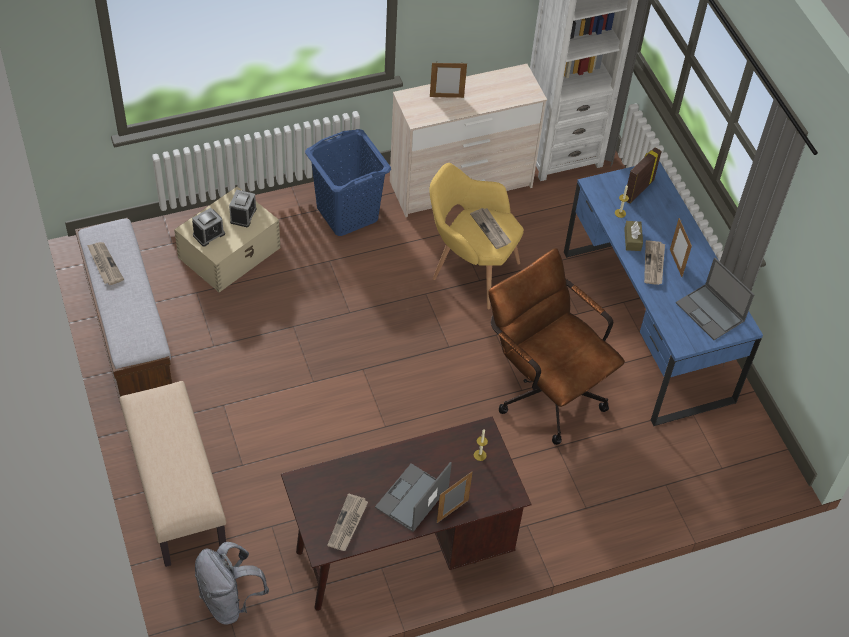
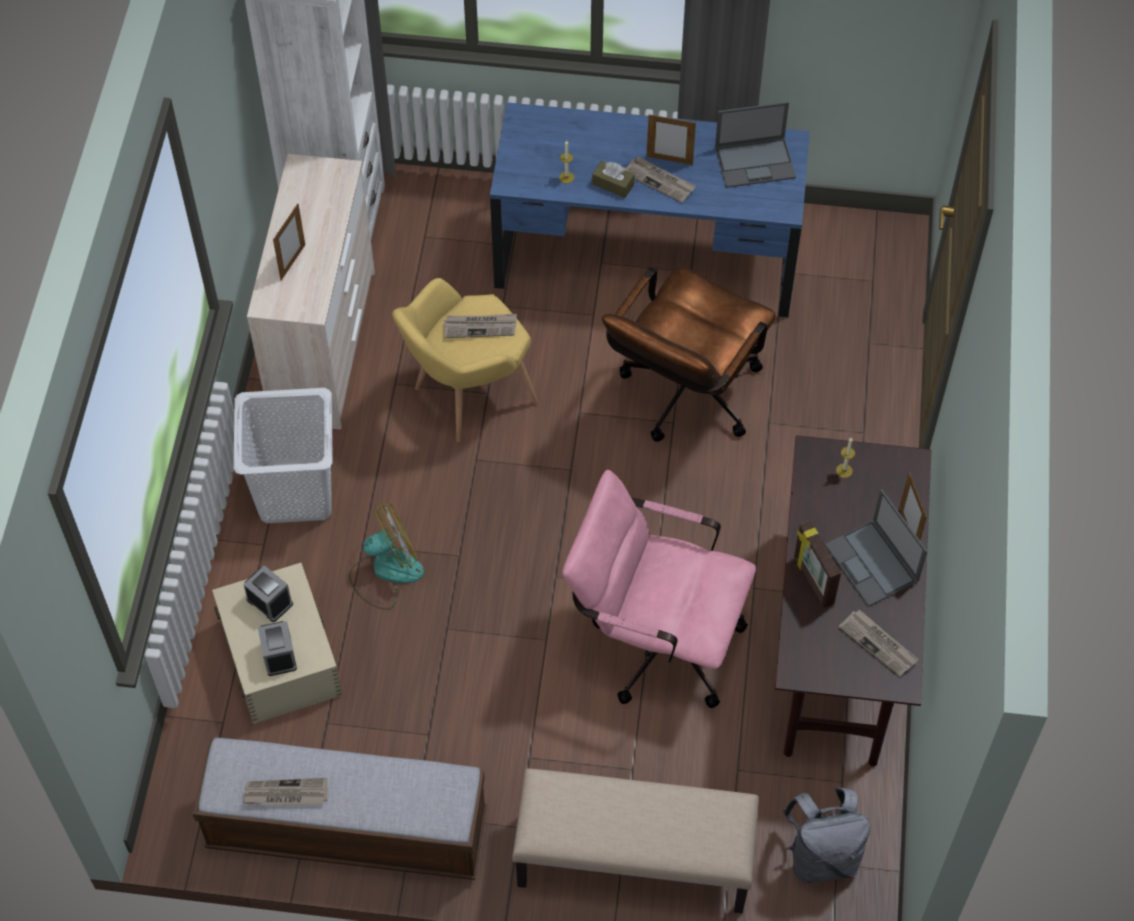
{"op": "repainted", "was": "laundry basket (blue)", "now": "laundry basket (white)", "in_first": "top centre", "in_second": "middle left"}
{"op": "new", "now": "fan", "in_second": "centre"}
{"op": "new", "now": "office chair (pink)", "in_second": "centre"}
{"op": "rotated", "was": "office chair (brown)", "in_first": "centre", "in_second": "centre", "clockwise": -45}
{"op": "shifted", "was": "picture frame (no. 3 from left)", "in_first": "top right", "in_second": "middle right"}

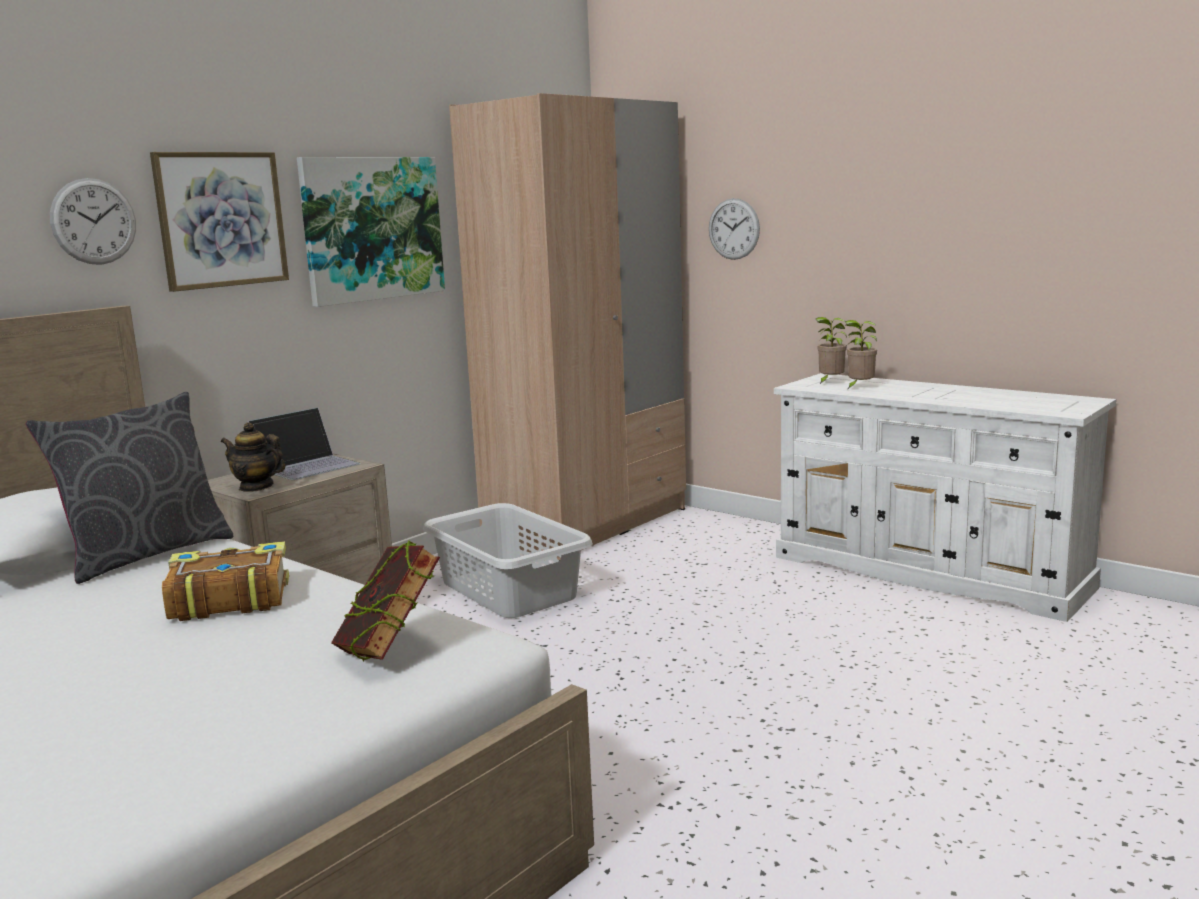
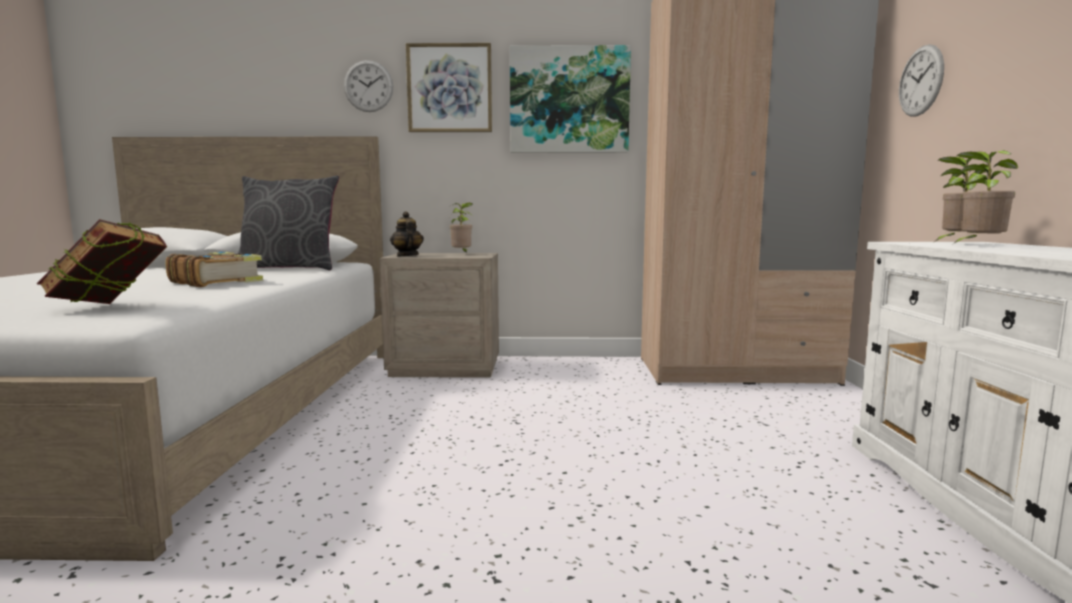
{"op": "swapped", "was": "laptop", "now": "potted plant (no. 1 from left)", "in_first": "middle left", "in_second": "centre"}
{"op": "gone", "was": "laundry basket (grey)", "in_first": "centre"}

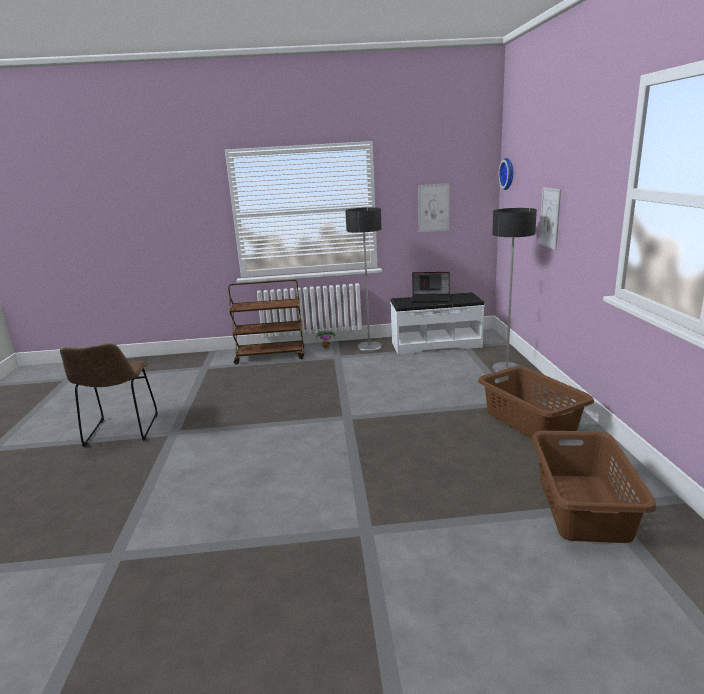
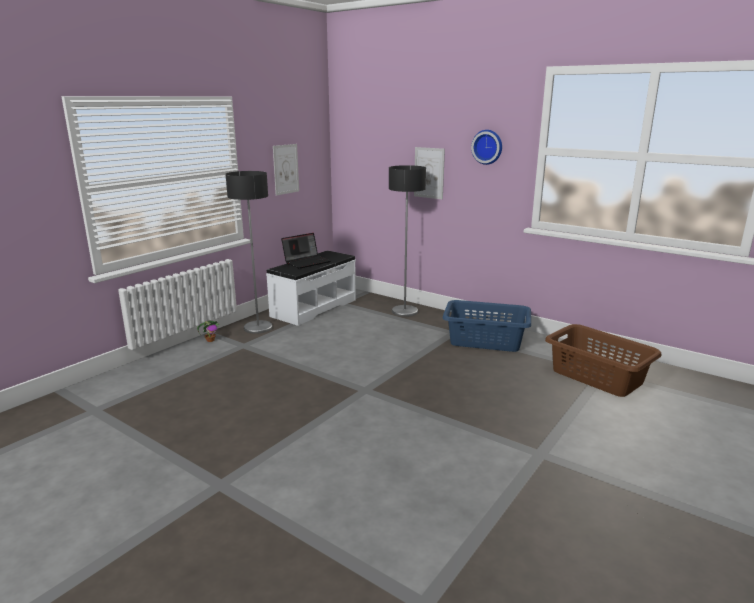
{"op": "repainted", "was": "laundry basket (brown) (no. 1 from left)", "now": "laundry basket (blue)", "in_first": "middle right", "in_second": "centre"}
{"op": "shifted", "was": "wall clock", "in_first": "top right", "in_second": "top centre"}
{"op": "gone", "was": "chair (brown)", "in_first": "middle left"}
{"op": "gone", "was": "cart (brown)", "in_first": "centre"}

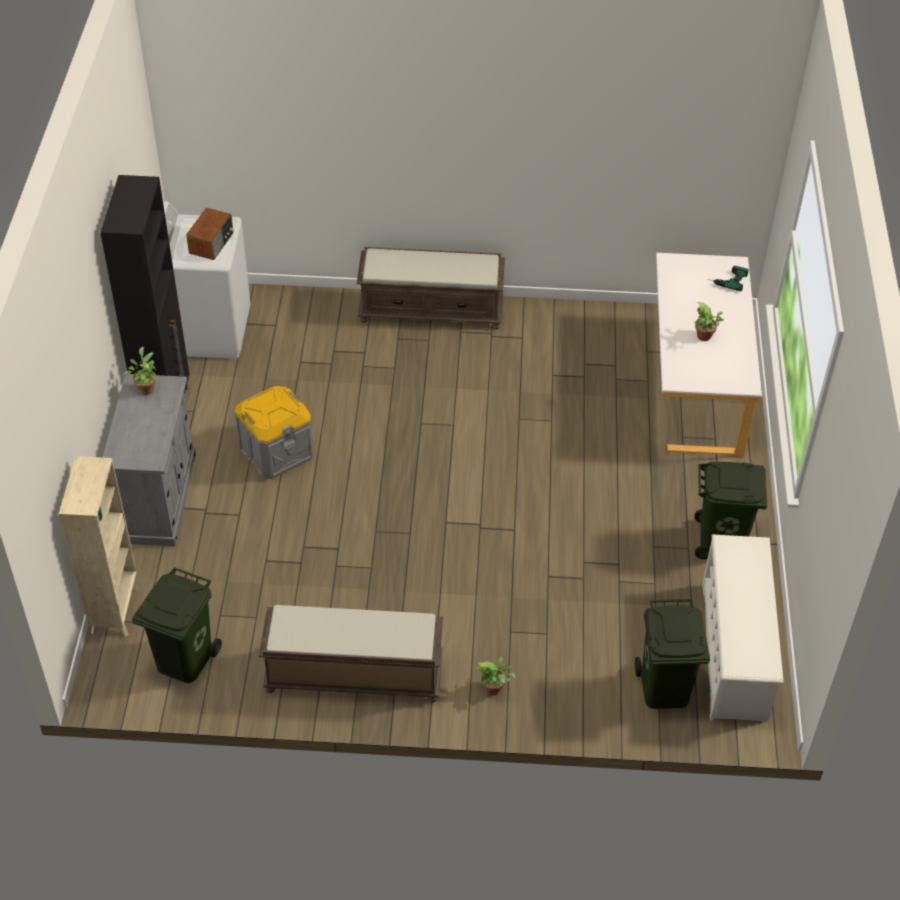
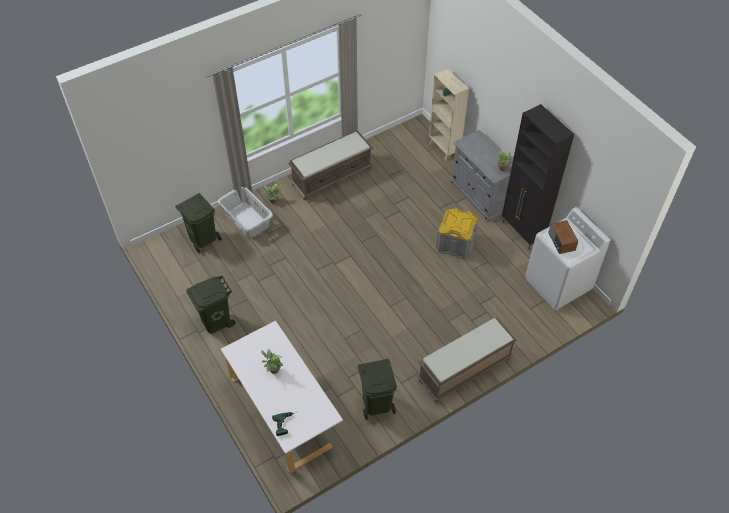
{"op": "new", "now": "laundry basket (grey)", "in_second": "centre"}
{"op": "shifted", "was": "trash can (green) (no. 1 from left in the first image)", "now": "trash can (green) (no. 3 from left)", "in_first": "bottom left", "in_second": "bottom centre"}
{"op": "gone", "was": "shoe rack (white)", "in_first": "bottom right"}

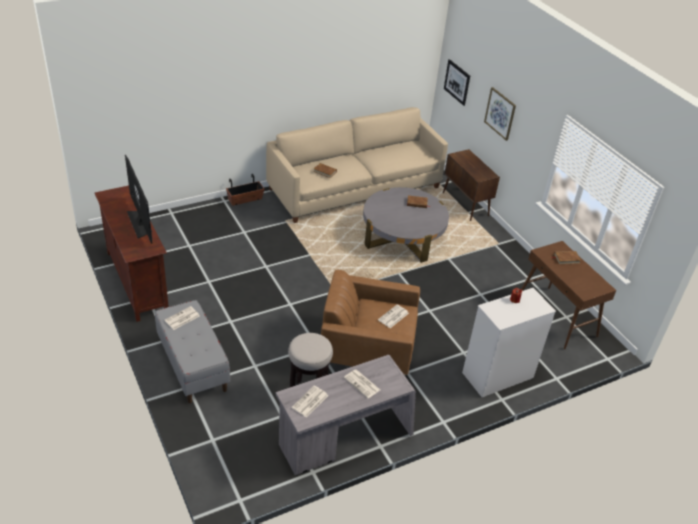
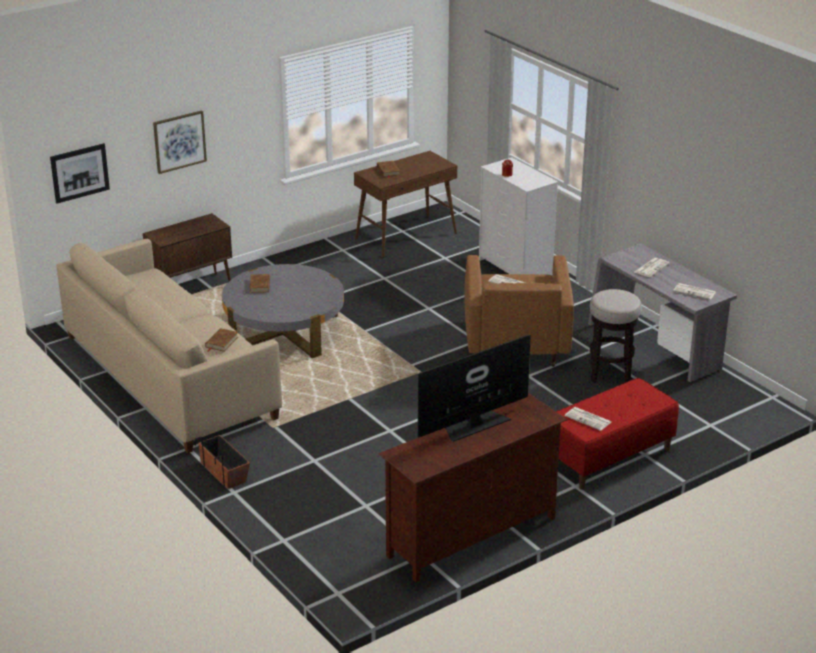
{"op": "repainted", "was": "bench (grey)", "now": "bench (red)", "in_first": "bottom left", "in_second": "middle right"}

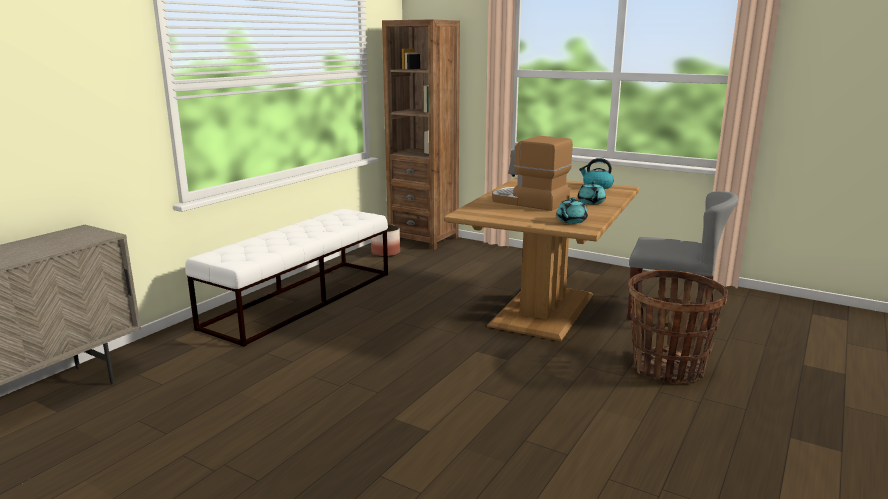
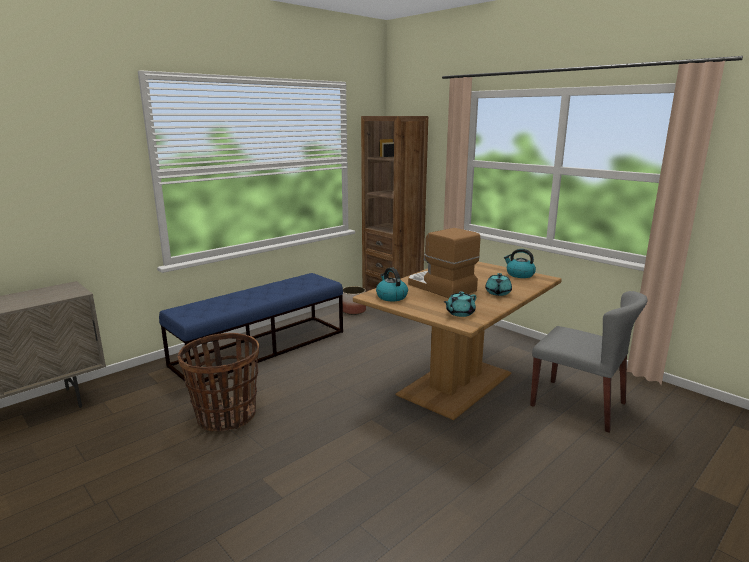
{"op": "repainted", "was": "bench (white)", "now": "bench (blue)", "in_first": "middle left", "in_second": "centre"}
{"op": "shifted", "was": "basket", "in_first": "middle right", "in_second": "bottom left"}
{"op": "new", "now": "kettle (no. 1 from left)", "in_second": "centre"}

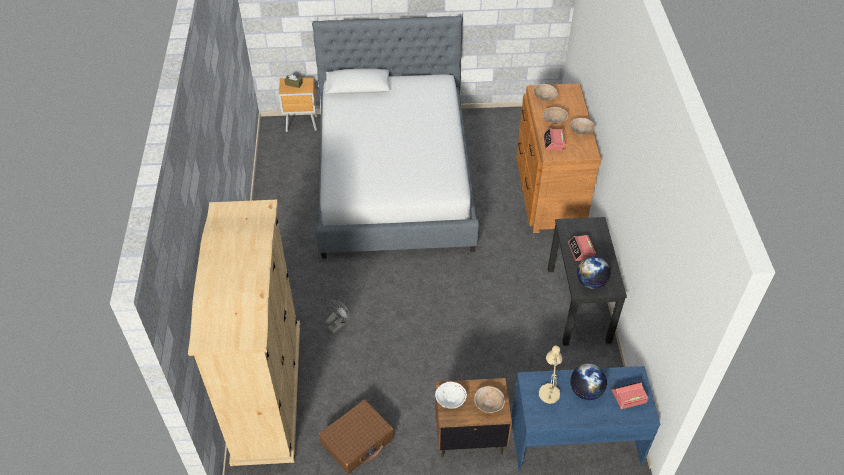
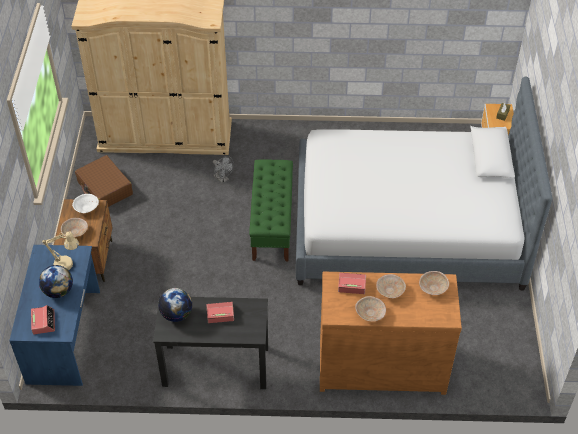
{"op": "new", "now": "bench (green)", "in_second": "centre"}

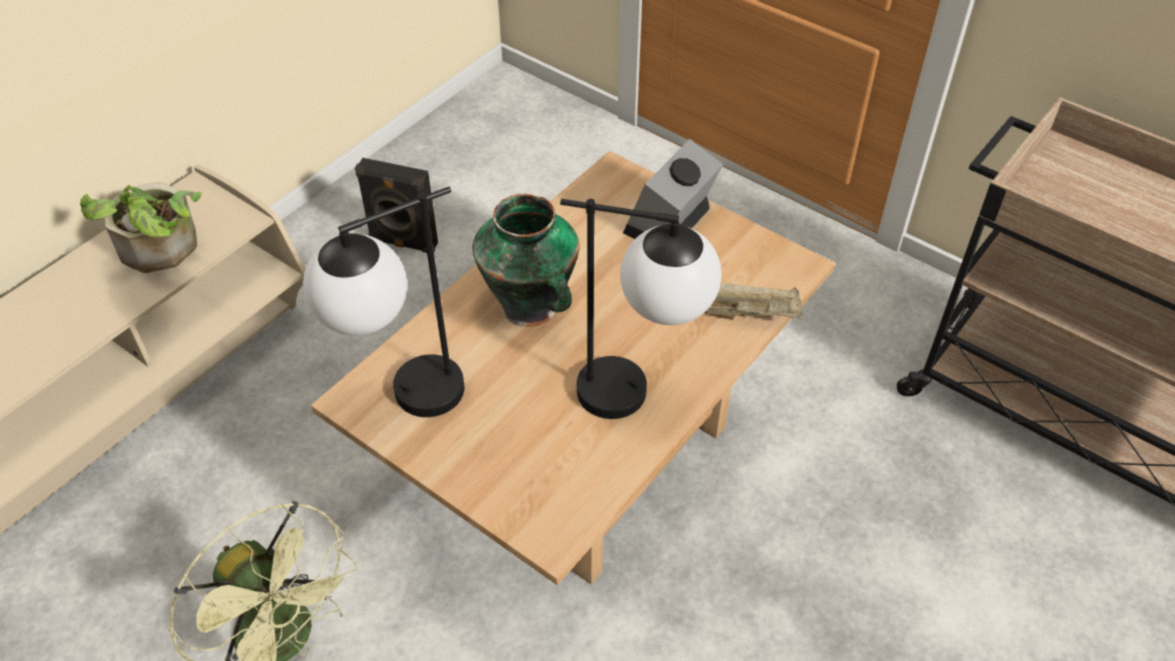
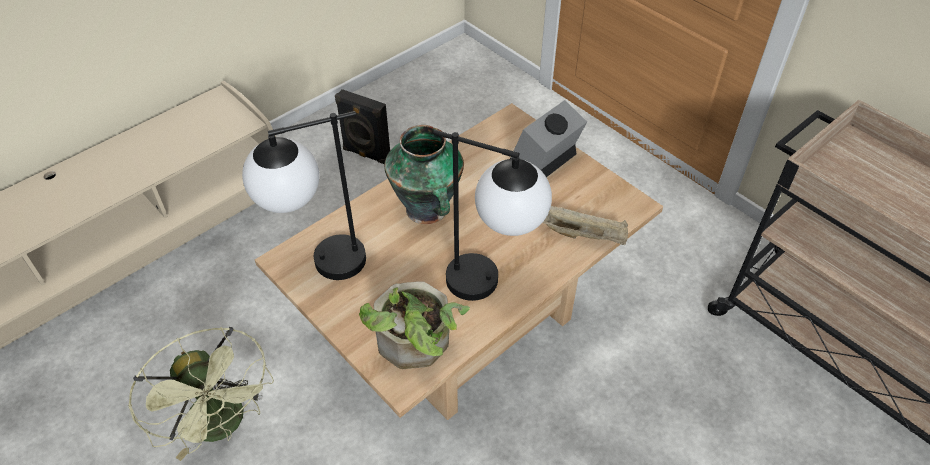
{"op": "shifted", "was": "potted plant", "in_first": "middle left", "in_second": "bottom centre"}

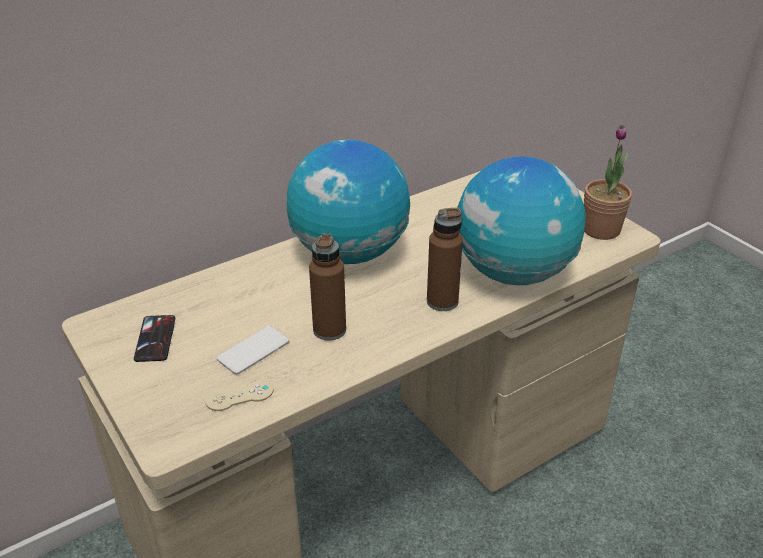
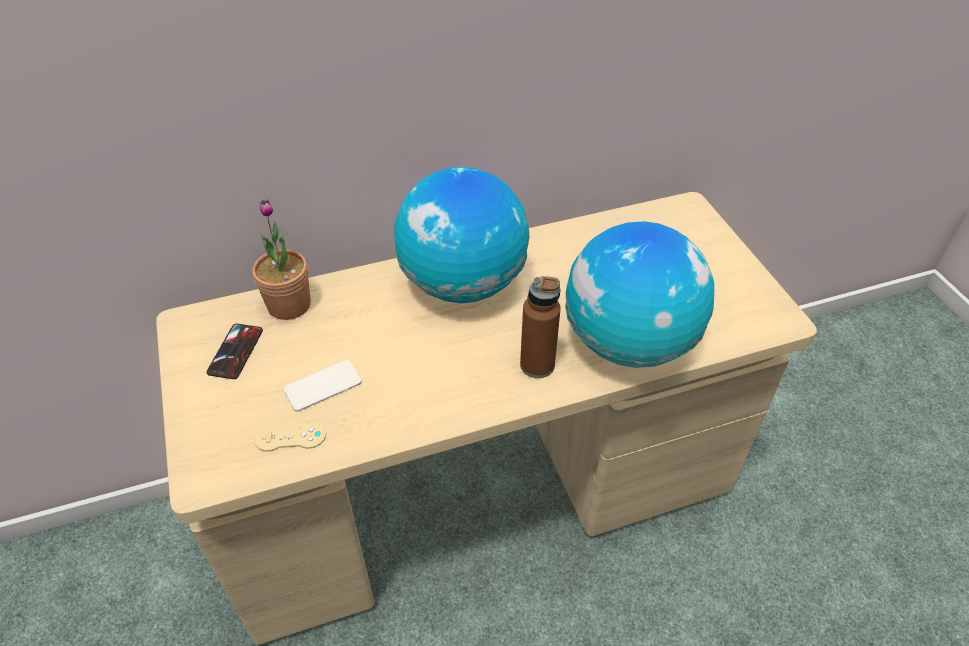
{"op": "shifted", "was": "potted plant", "in_first": "top right", "in_second": "middle left"}
{"op": "gone", "was": "bottle (brown) (no. 1 from left)", "in_first": "centre"}

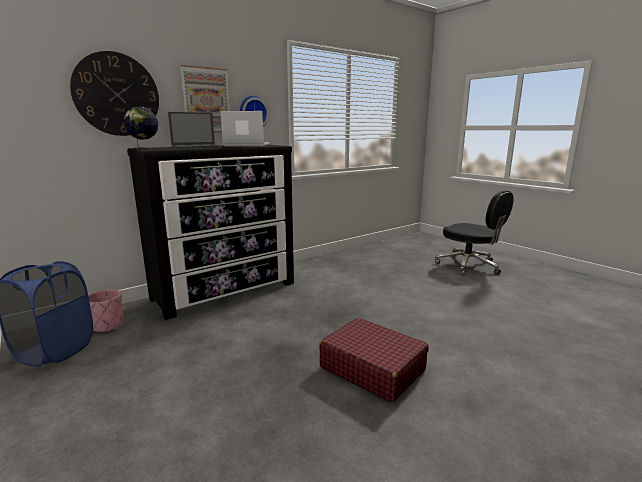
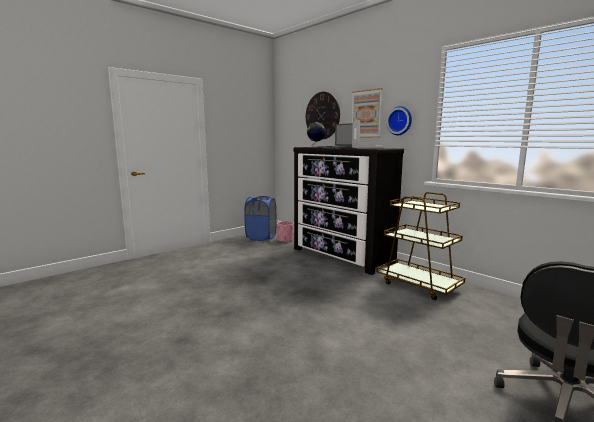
{"op": "new", "now": "cart (brown)", "in_second": "middle right"}
{"op": "gone", "was": "suitcase (red)", "in_first": "bottom centre"}

